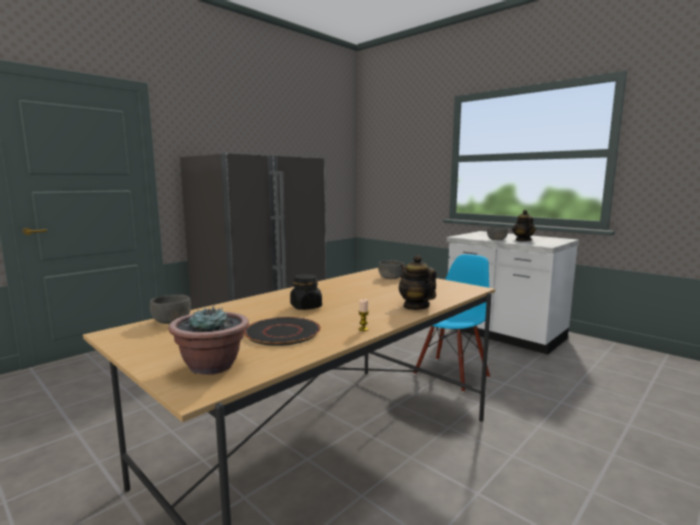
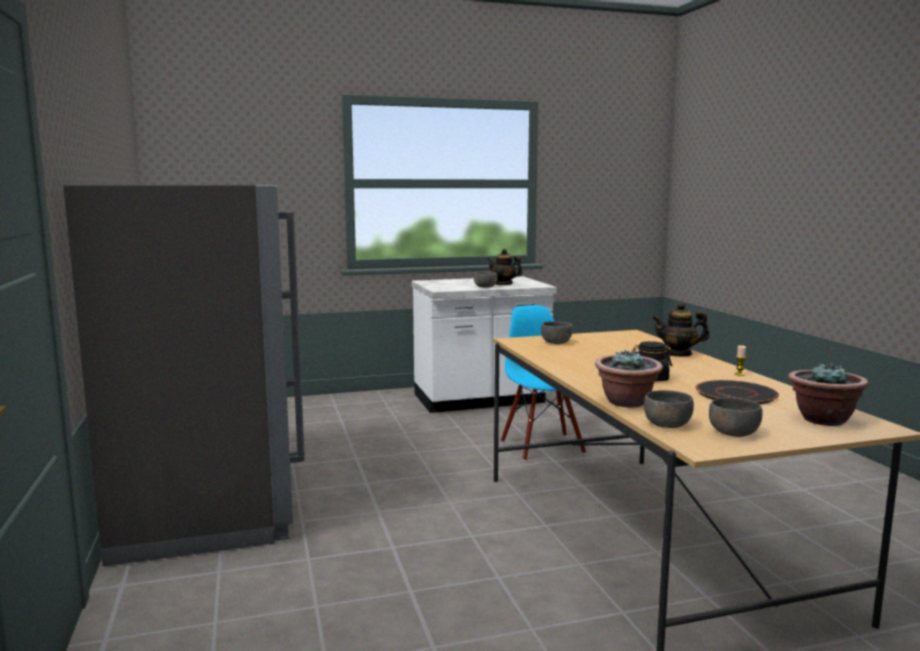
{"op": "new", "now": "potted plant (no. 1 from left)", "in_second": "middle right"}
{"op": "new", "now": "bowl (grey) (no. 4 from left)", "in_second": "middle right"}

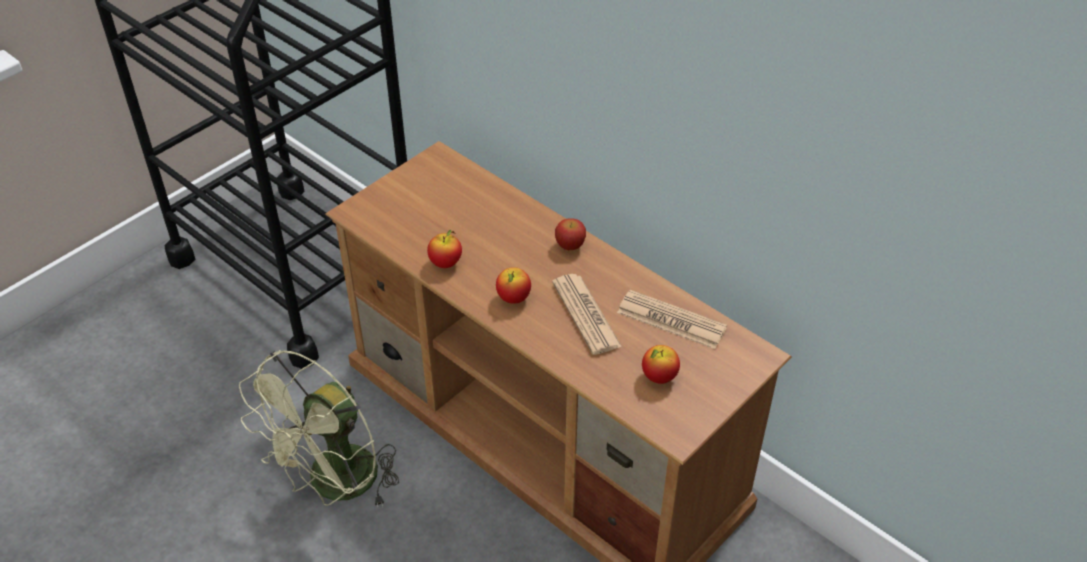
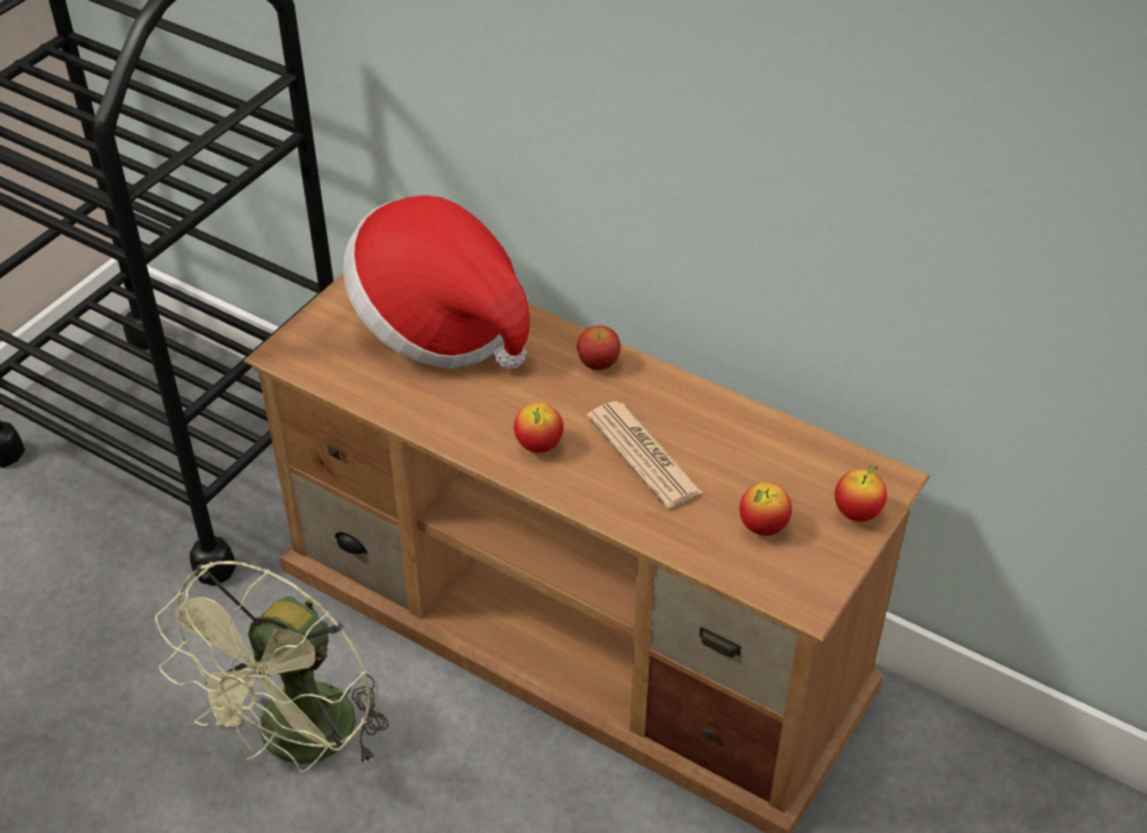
{"op": "new", "now": "hat", "in_second": "centre"}
{"op": "shifted", "was": "apple (no. 1 from left in the first image)", "now": "apple (no. 4 from left)", "in_first": "centre", "in_second": "middle right"}
{"op": "gone", "was": "newspaper (no. 2 from left)", "in_first": "centre"}

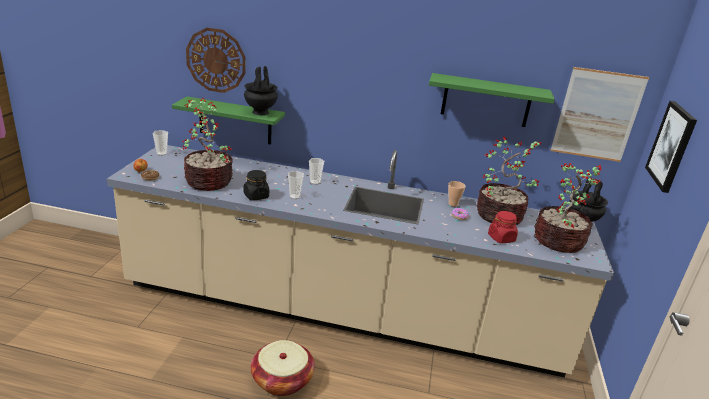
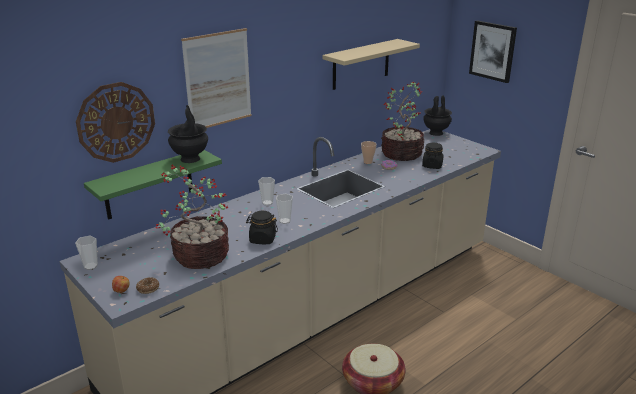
{"op": "shifted", "was": "picture (no. 1 from left)", "in_first": "top right", "in_second": "top centre"}
{"op": "repainted", "was": "shelf (green) (no. 2 from left)", "now": "shelf (beige)", "in_first": "top right", "in_second": "top centre"}
{"op": "repainted", "was": "jar (red)", "now": "jar (black) (no. 2 from left)", "in_first": "middle right", "in_second": "middle right"}
{"op": "gone", "was": "potted plant (no. 3 from left)", "in_first": "middle right"}

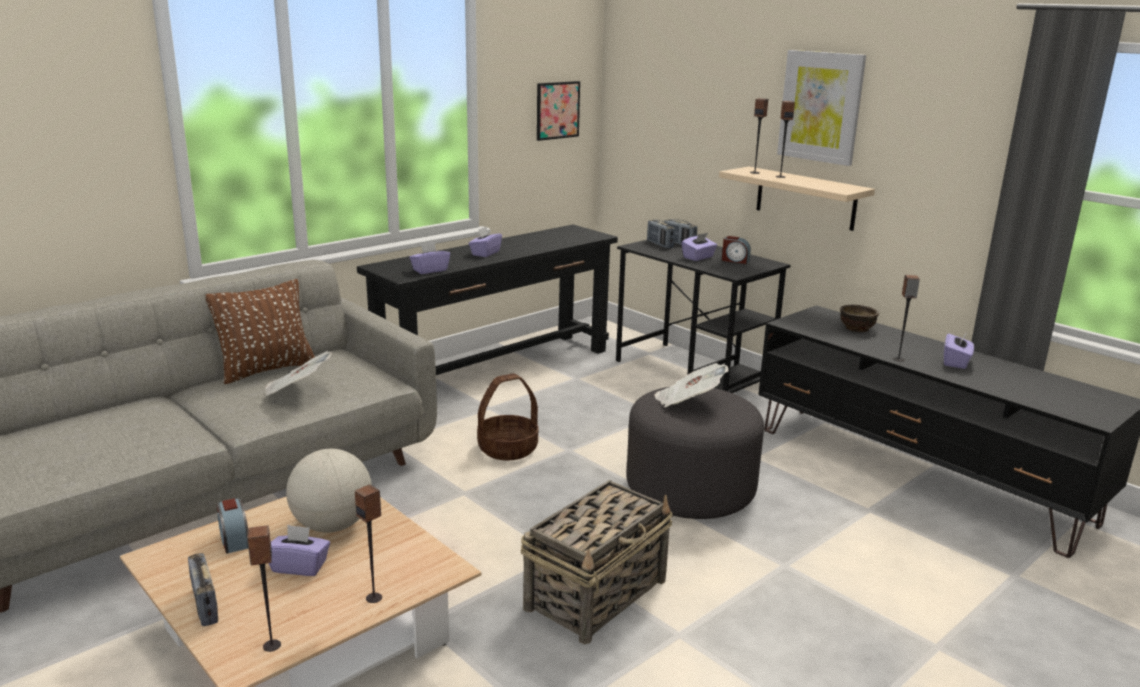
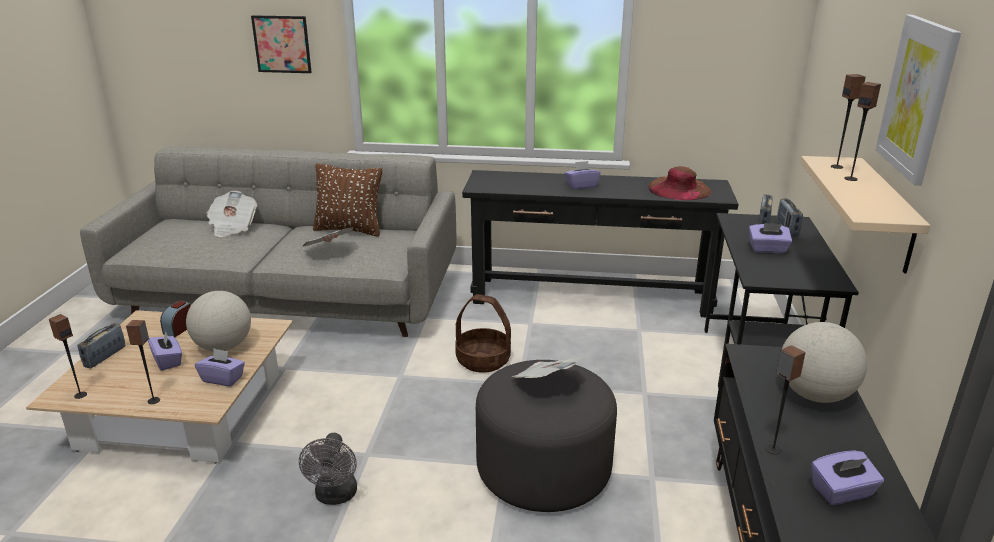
{"op": "shifted", "was": "tissue box (purple) (no. 2 from left)", "in_first": "centre", "in_second": "bottom left"}
{"op": "new", "now": "newspaper (no. 1 from left)", "in_second": "middle left"}
{"op": "shifted", "was": "picture (no. 1 from left)", "in_first": "top centre", "in_second": "top left"}
{"op": "swapped", "was": "basket (no. 2 from left)", "now": "fan (grey)", "in_first": "bottom centre", "in_second": "bottom left"}
{"op": "new", "now": "hat (brown)", "in_second": "middle right"}
{"op": "swapped", "was": "bowl (brown)", "now": "globe (no. 2 from left)", "in_first": "middle right", "in_second": "bottom right"}
{"op": "gone", "was": "alarm clock (no. 2 from left)", "in_first": "centre"}

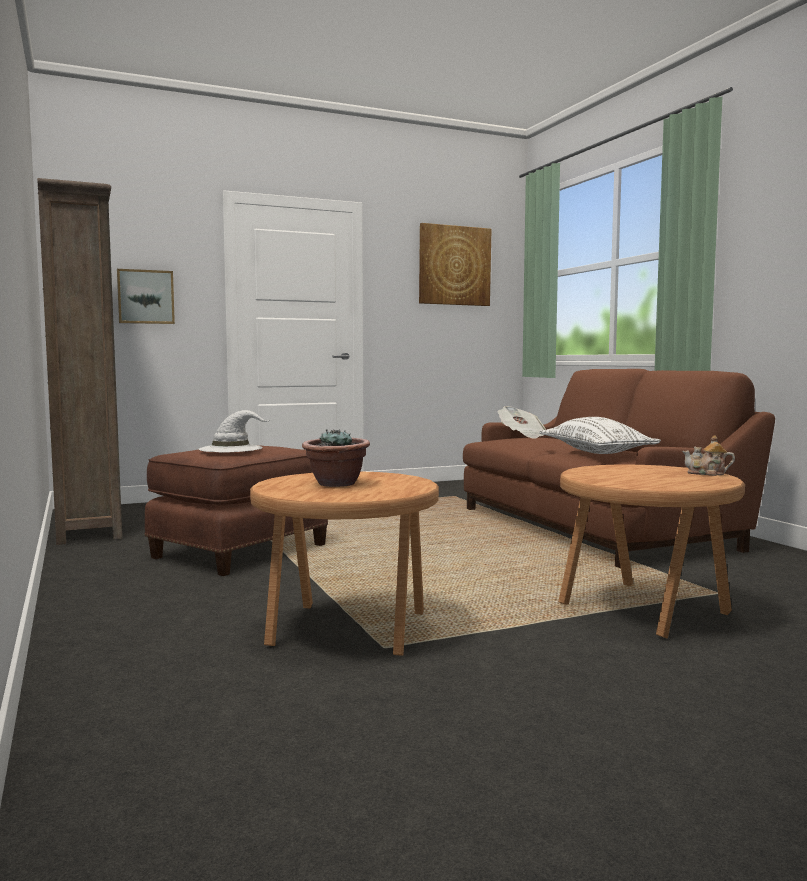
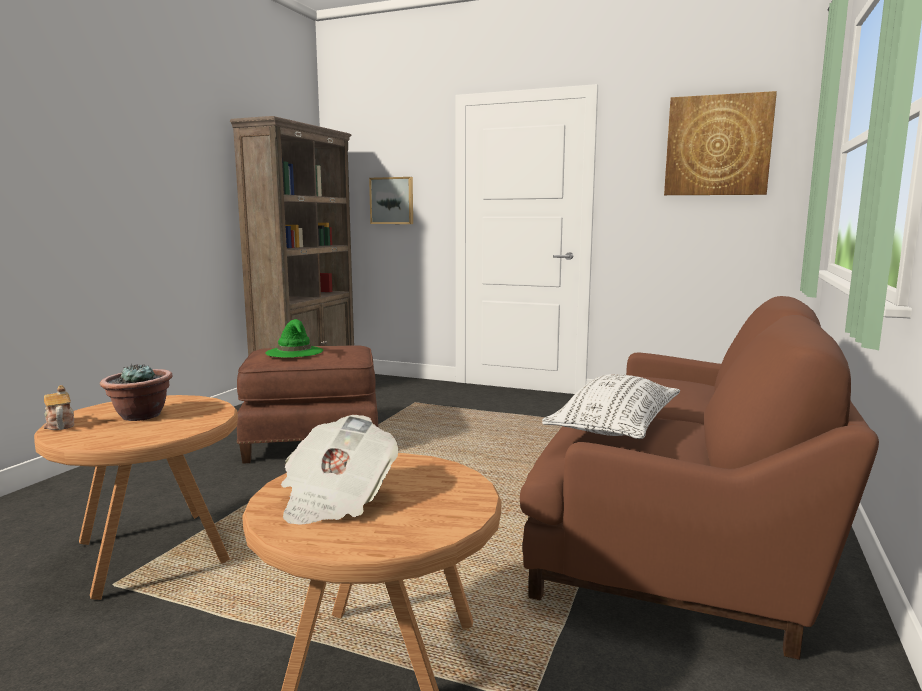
{"op": "shifted", "was": "teapot", "in_first": "middle right", "in_second": "middle left"}
{"op": "repainted", "was": "hat (white)", "now": "hat (green)", "in_first": "middle left", "in_second": "middle left"}
{"op": "shifted", "was": "newspaper", "in_first": "centre", "in_second": "bottom centre"}

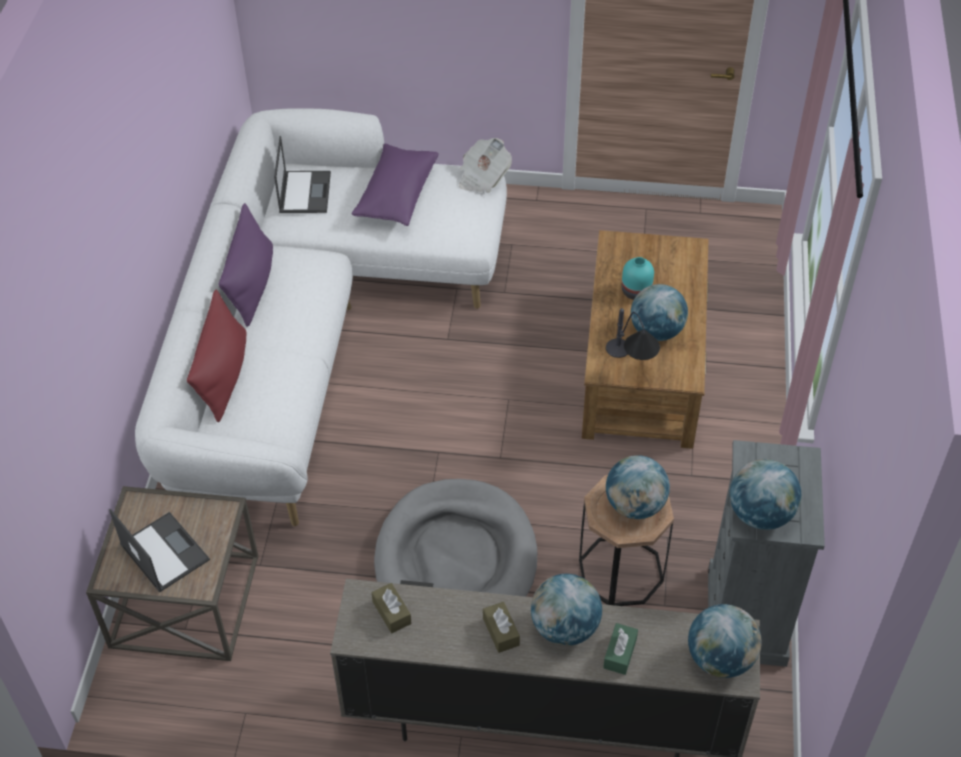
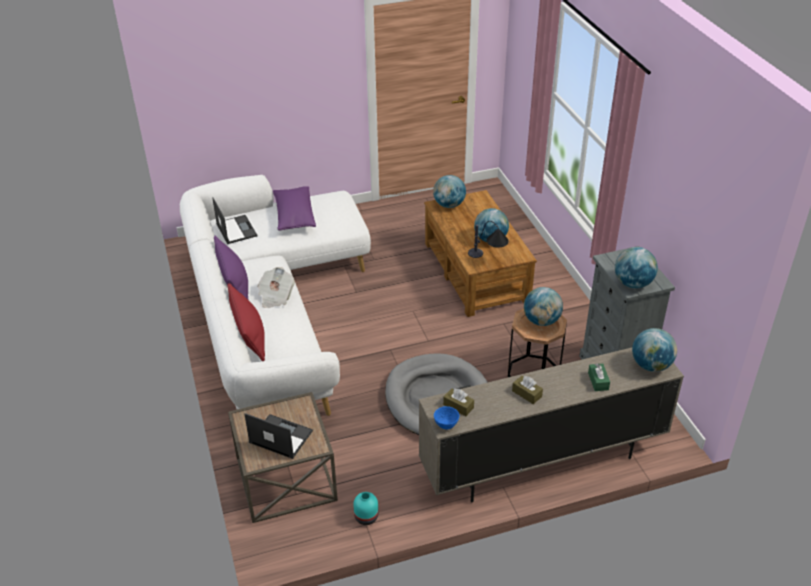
{"op": "shifted", "was": "newspaper", "in_first": "top centre", "in_second": "centre"}
{"op": "shifted", "was": "vase (turquoise)", "in_first": "centre", "in_second": "bottom centre"}
{"op": "shifted", "was": "globe (no. 1 from left)", "in_first": "bottom centre", "in_second": "top centre"}
{"op": "new", "now": "bowl (blue)", "in_second": "bottom centre"}

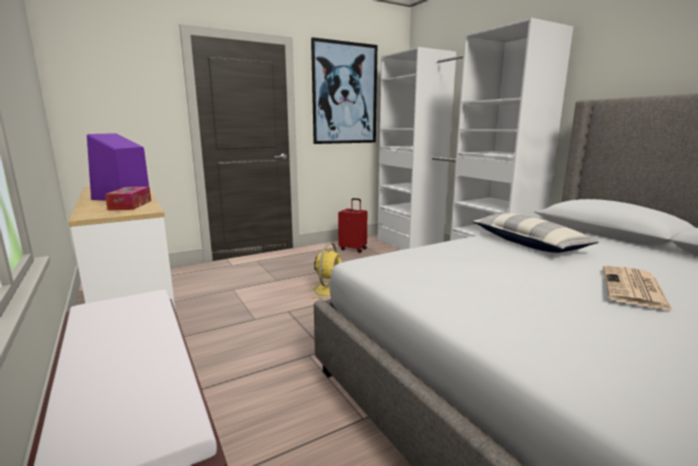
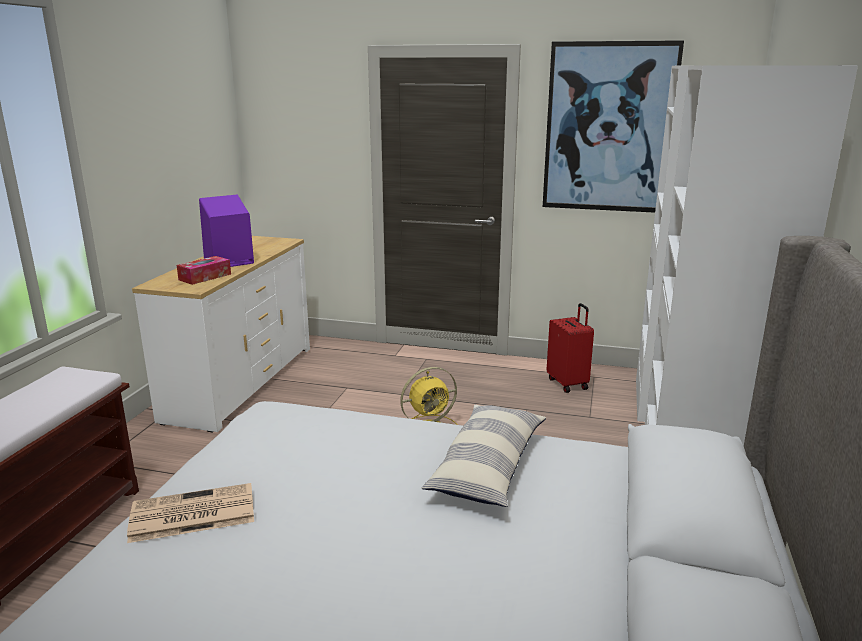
{"op": "shifted", "was": "newspaper", "in_first": "middle right", "in_second": "bottom left"}

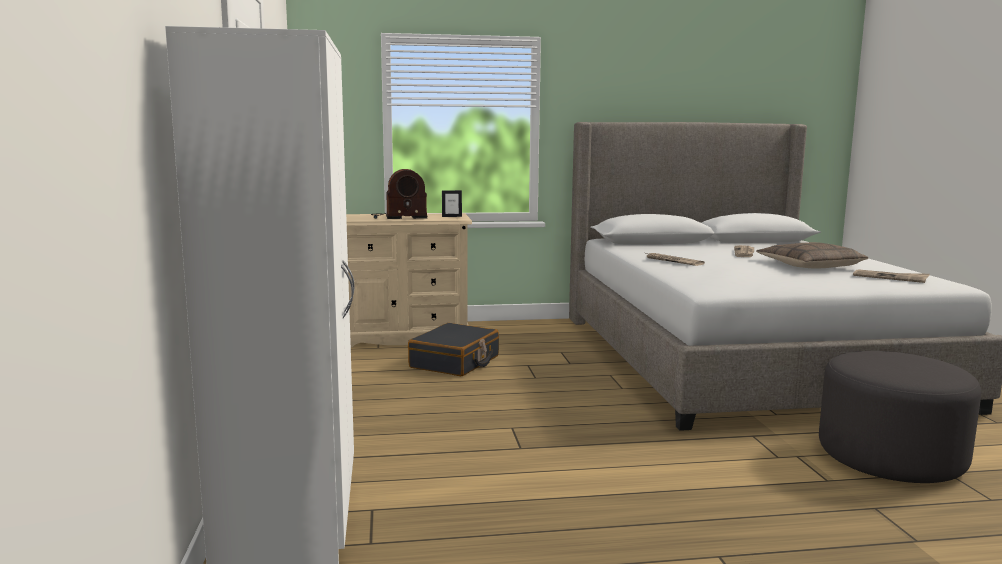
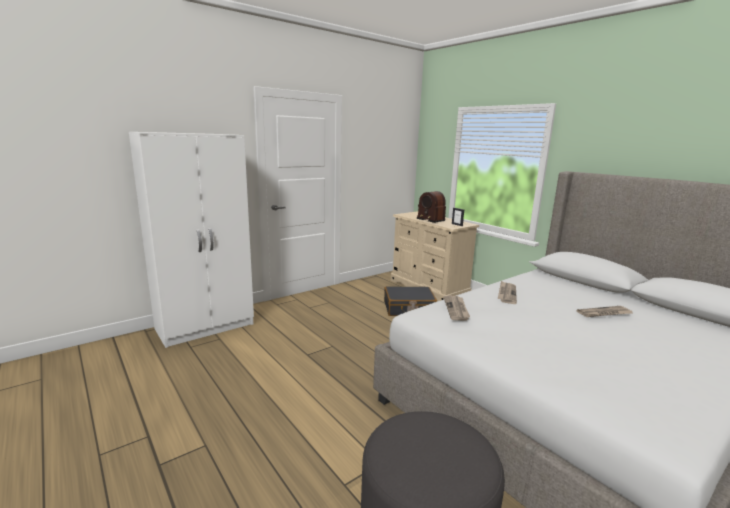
{"op": "shifted", "was": "newspaper (no. 3 from left in the first image)", "now": "newspaper (no. 1 from left)", "in_first": "middle right", "in_second": "centre"}
{"op": "gone", "was": "pillow", "in_first": "middle right"}

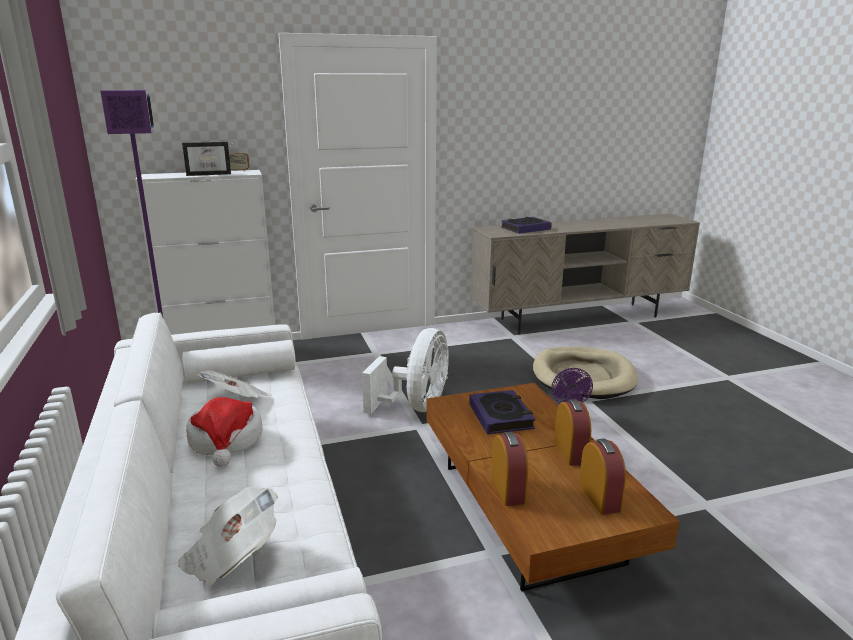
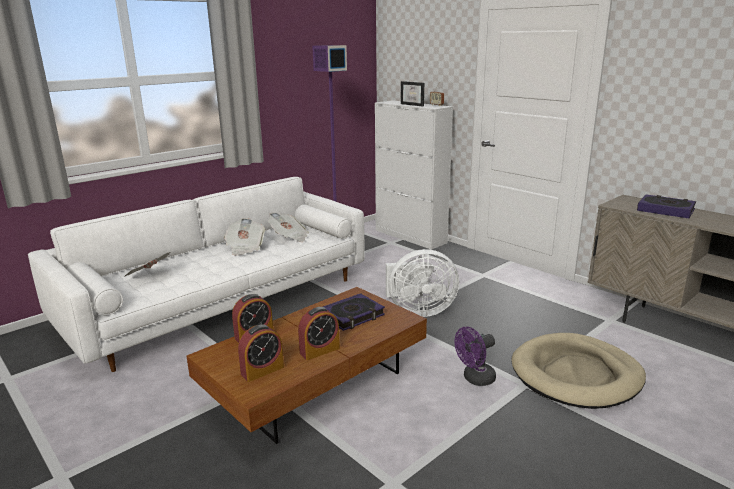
{"op": "swapped", "was": "hat", "now": "newspaper (no. 2 from left)", "in_first": "bottom left", "in_second": "middle left"}

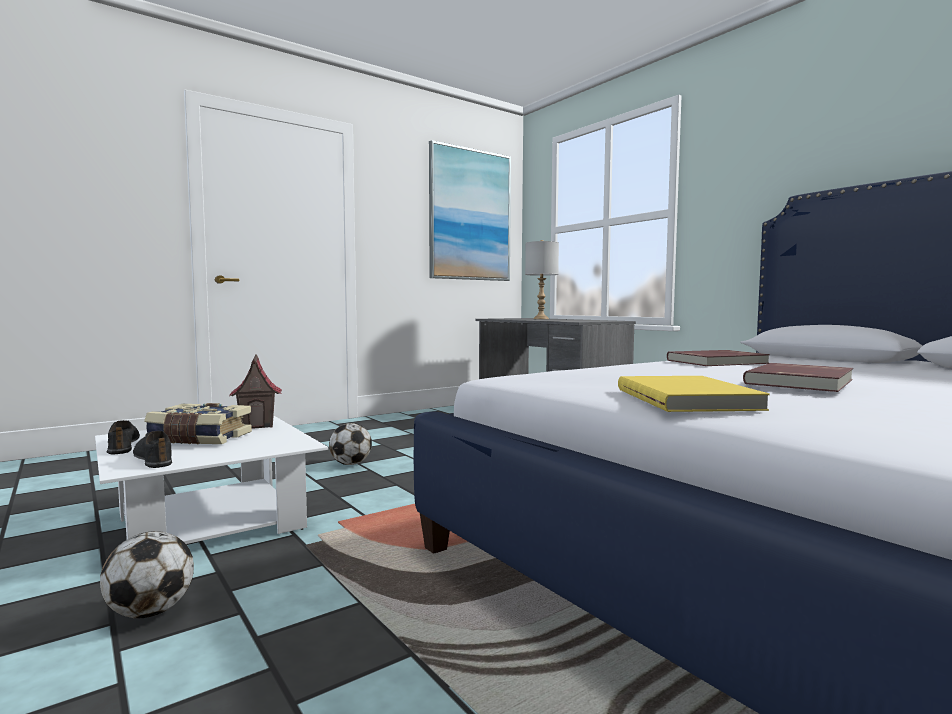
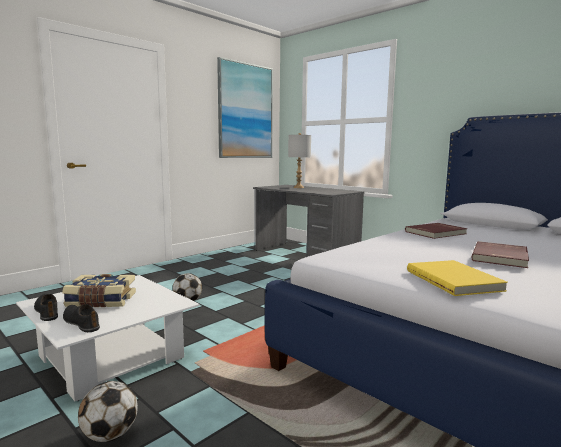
{"op": "gone", "was": "toy house", "in_first": "middle left"}

